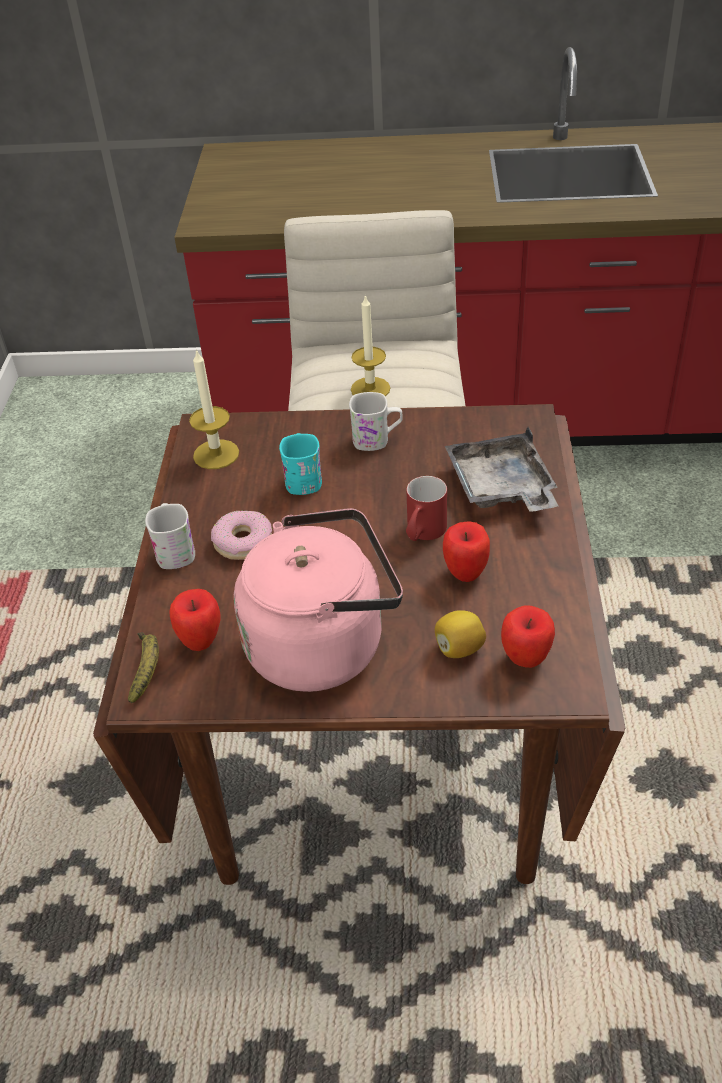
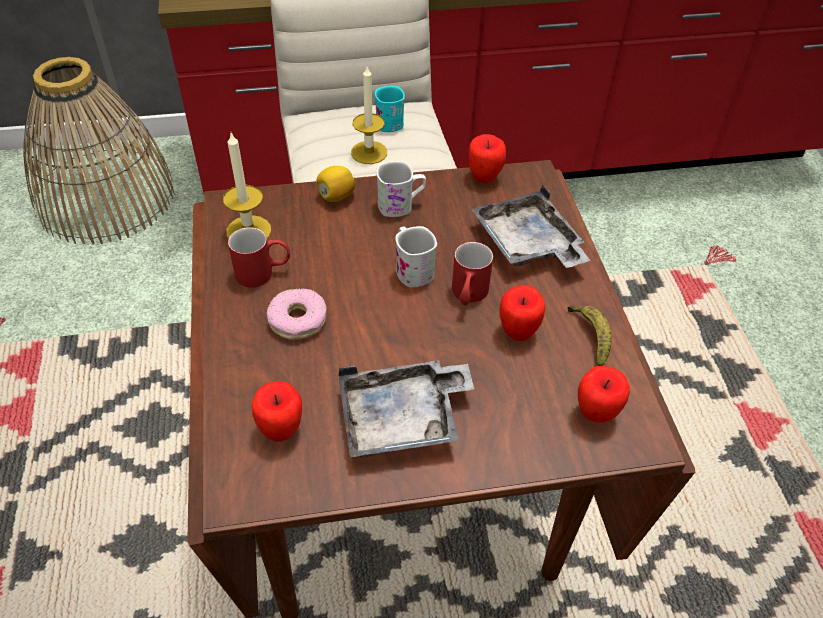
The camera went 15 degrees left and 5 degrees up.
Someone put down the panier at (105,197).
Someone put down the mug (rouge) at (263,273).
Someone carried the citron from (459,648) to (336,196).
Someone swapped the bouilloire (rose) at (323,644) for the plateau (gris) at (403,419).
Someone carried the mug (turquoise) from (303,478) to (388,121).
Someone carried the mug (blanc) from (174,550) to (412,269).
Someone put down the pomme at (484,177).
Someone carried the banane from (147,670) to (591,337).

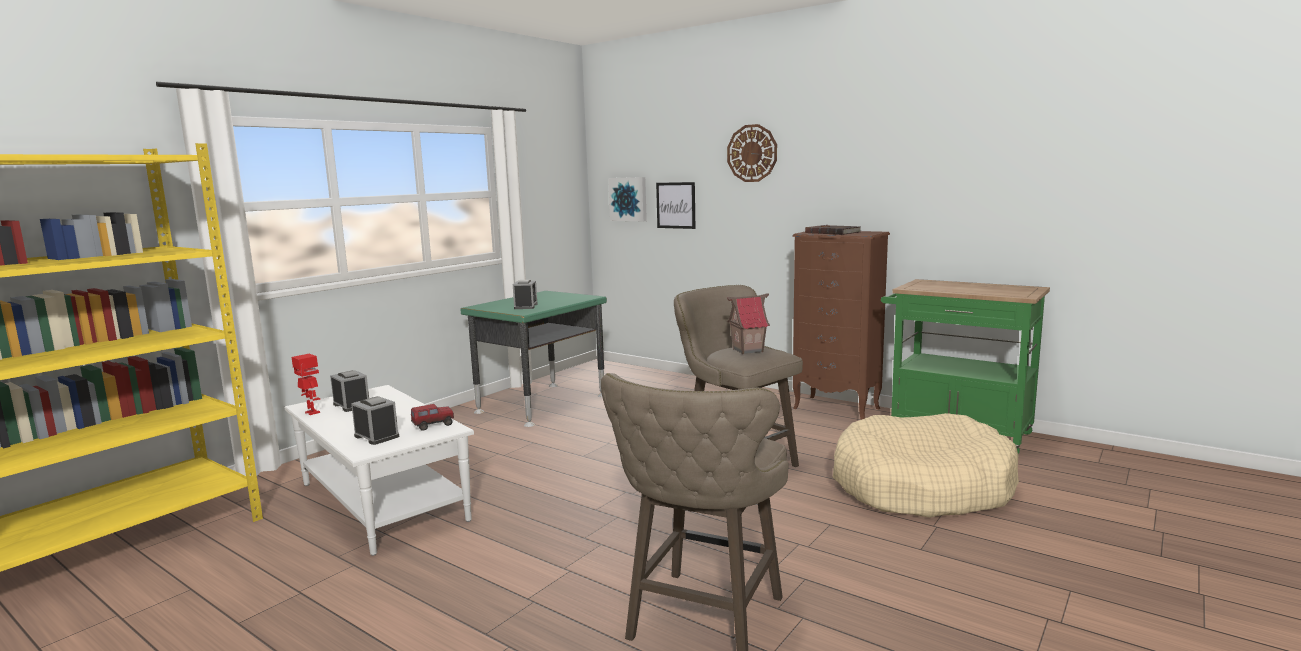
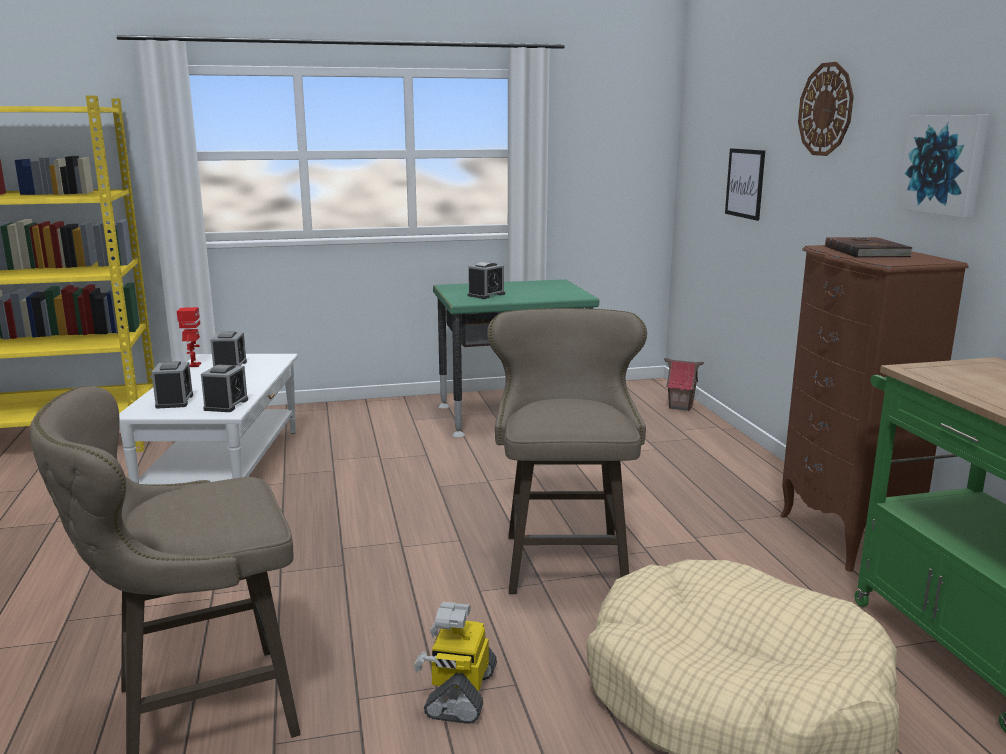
The camera went 40 degrees right and 5 degrees up.
Someone swapped the camion jouet at (433,426) for the réveil at (226,404).
Someone put down the robot jouet at (459,693).
Someone carried the maison miniature from (747,350) to (680,406).
Someone carried the tableau from (628,199) to (945,164).

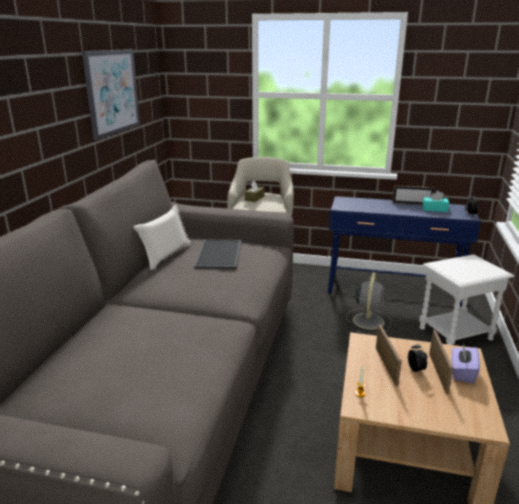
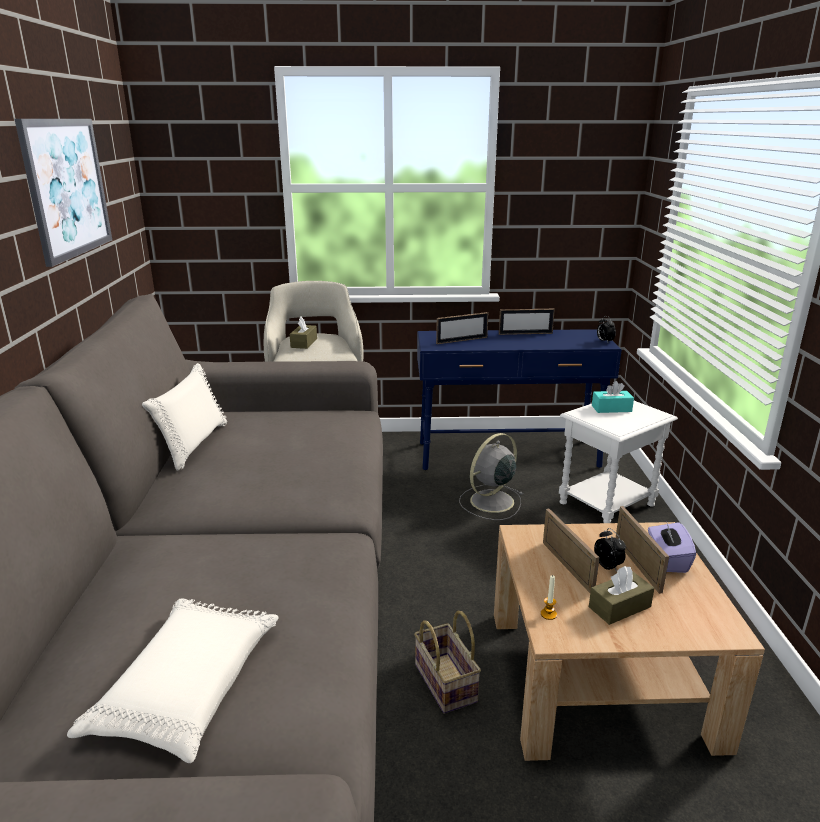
The camera went 15 degrees left and 0 degrees up.
Someone put down the coussin (blanc) at (187,682).
Someone put down the panier at (443,682).
Someone put down the cadre photo at (462,340).
Someone rotated the ventilateur (gris) at (368,320) by 135 degrees counterclockwise.
Someone put down the boîte à mouchoirs (marron) at (619,607).
Someone carried the boîte à mouchoirs (turquoise) from (434,209) to (611,408).
Someone took away the plateau at (220,254).

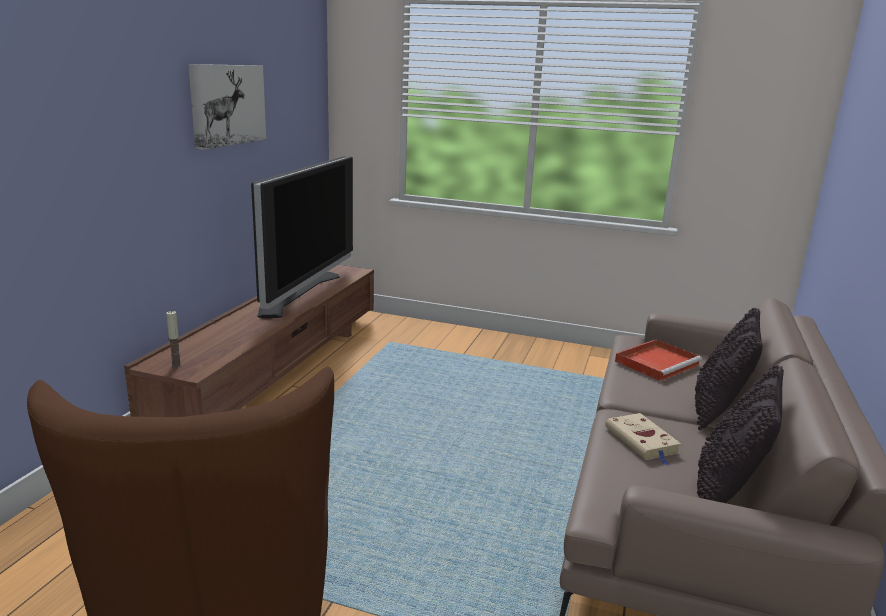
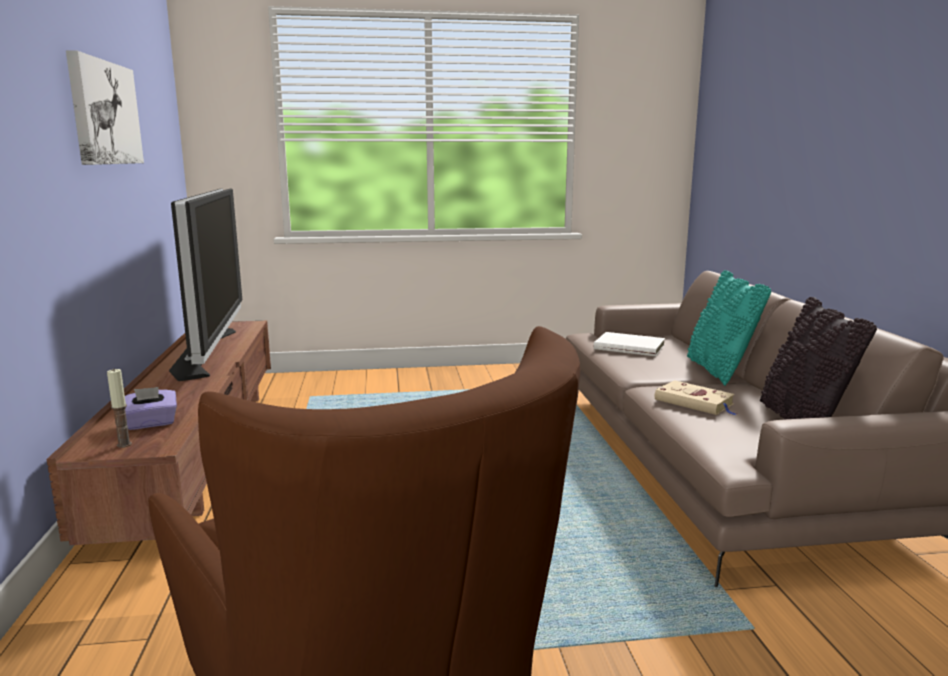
The camera went 25 degrees left and 5 degrees down.
Someone put down the boîte à mouchoirs (violet) at (151,423).
Someone swapped the plateau (rouge) at (657,362) for the livre (blanc) at (629,347).
Someone repainted the coussin (noir) at (718,411), which became the coussin (turquoise) at (719,370).

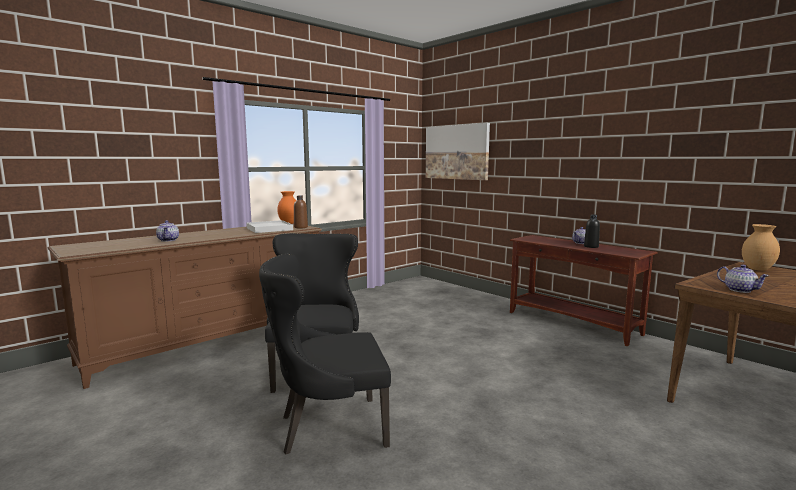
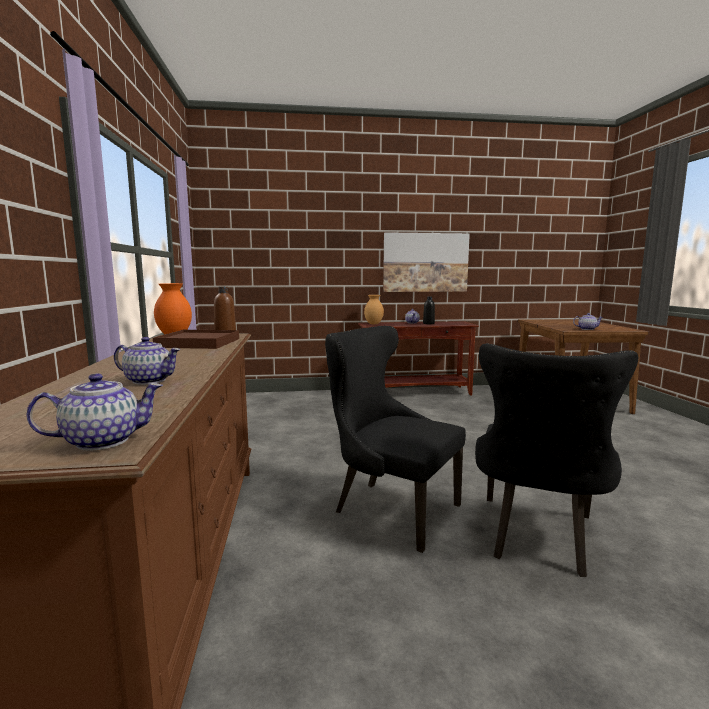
The camera went 55 degrees left and 0 degrees up.
Someone put down the théière at (102,441).
Someone repainted the plateau (blanc) at (269,229), which became the plateau (marron) at (199,343).
Someone carried the vase (marron) from (757,269) to (373,324).
Someone carried the tableau from (456,152) to (425,262).

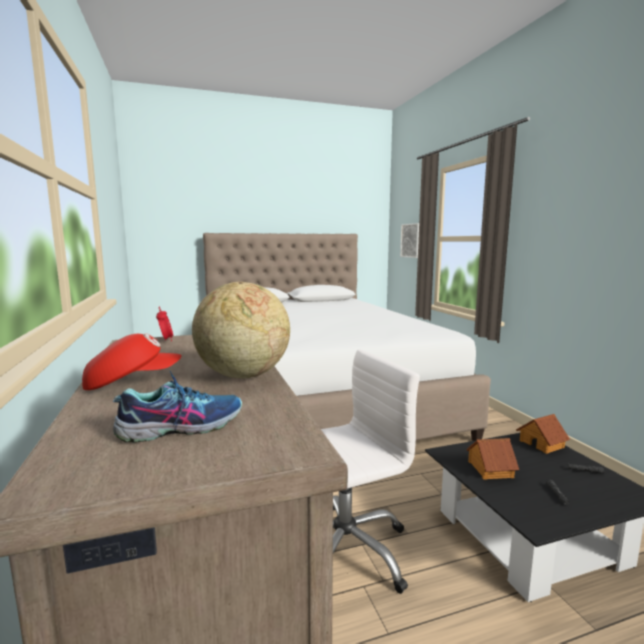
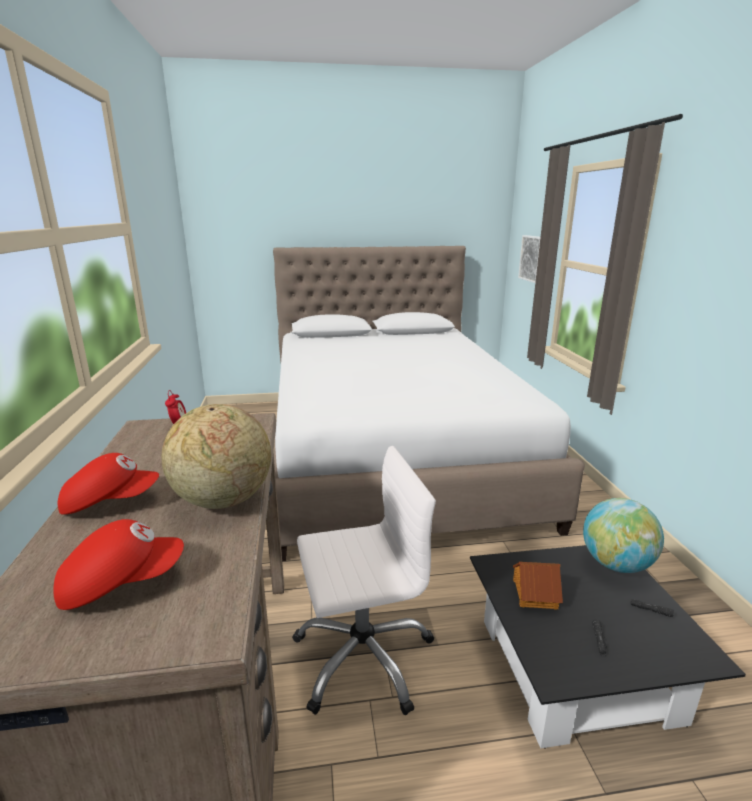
The camera went 10 degrees right and 10 degrees up.
Someone swapped the chaussure at (182,426) for the casquette (rouge) at (121,582).
Someone swapped the maison miniature at (542,444) for the globe at (616,564).

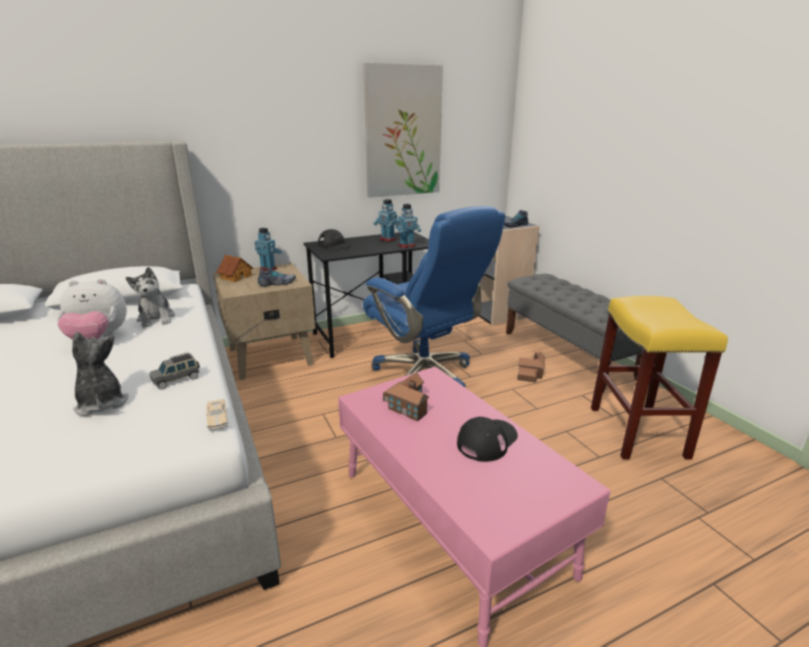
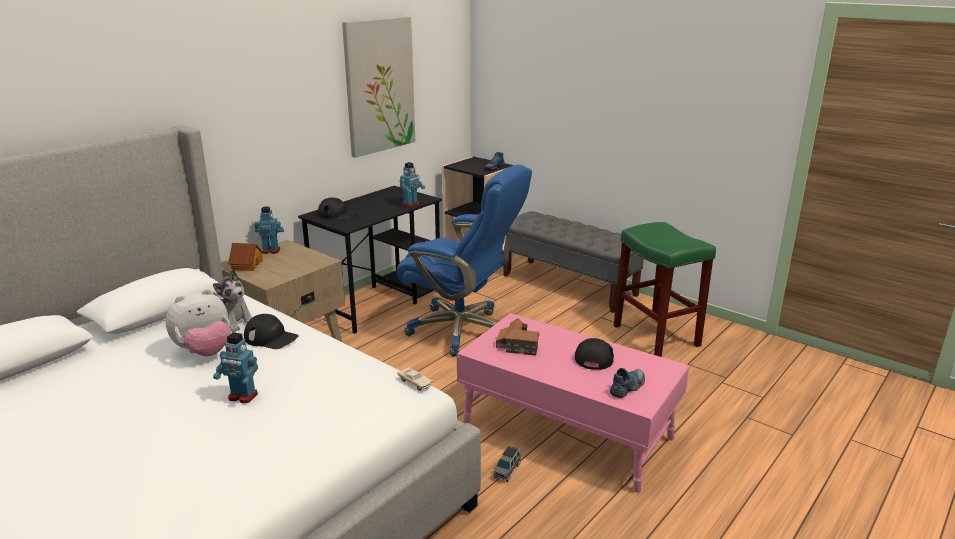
The camera went 25 degrees left and 0 degrees up.
Someone carried the robot jouet from (387,239) to (242,396).
Someone put down the casquette (noir) at (271,338).
Someone carried the petite voiture (gris) from (177,380) to (507,471).
Someone carried the chaussure from (277,283) to (628,387).
Someone repainted the tabouret (jaune) at (638,432), which became the tabouret (vert) at (657,336).
Someone took away the peluche at (101,403).
Someone took away the maison miniature at (530,374).

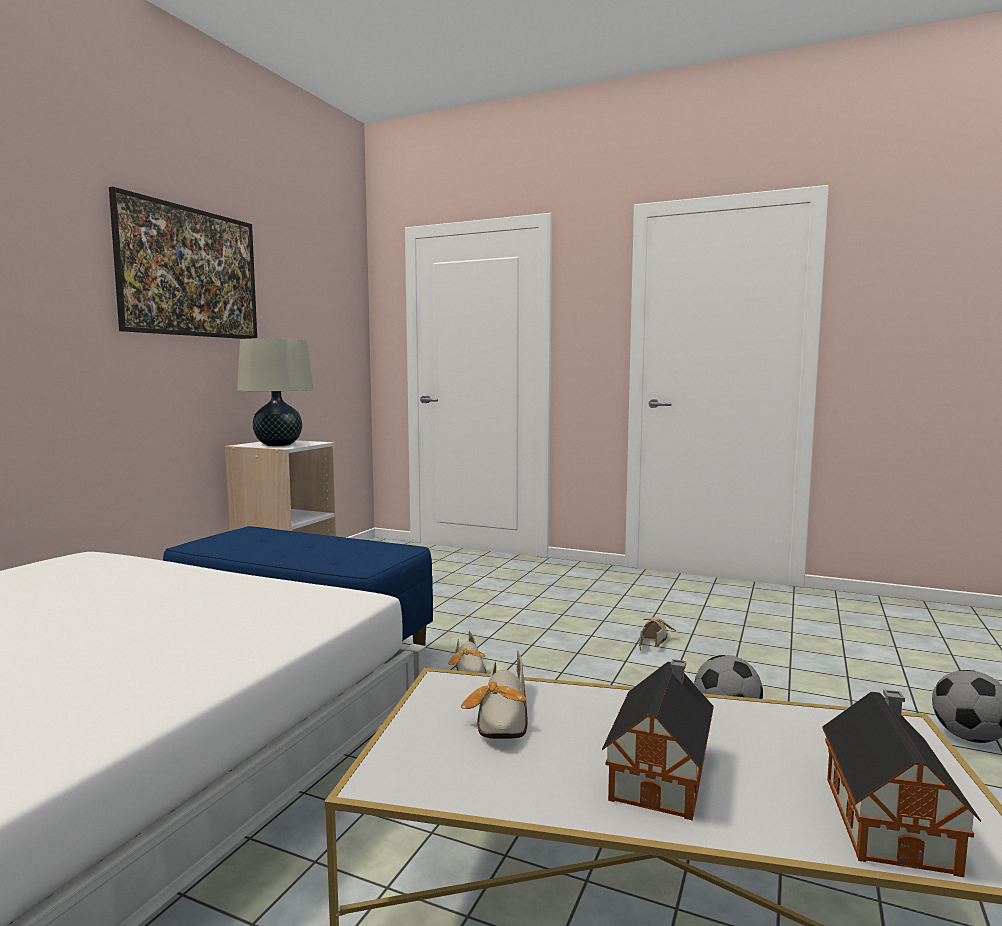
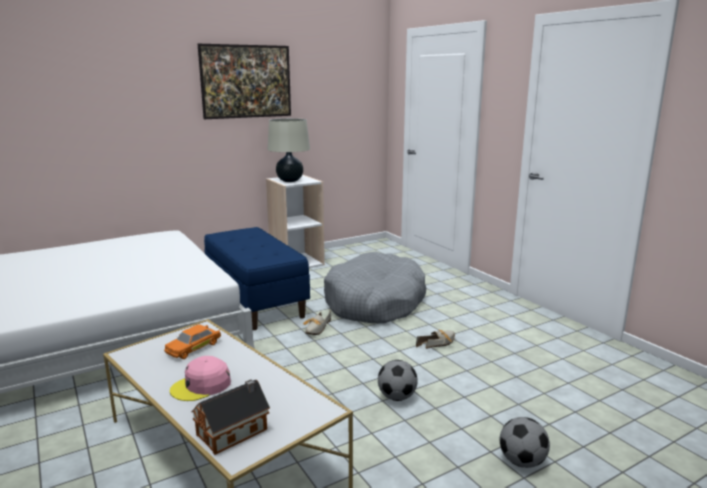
The camera went 35 degrees right and 10 degrees up.
Someone swapped the chaussure at (503,718) for the petite voiture (orange) at (193,348).
Someone swapped the maison miniature at (661,773) for the casquette (rose) at (201,386).
Someone put down the panier pour chien (gris) at (375,302).

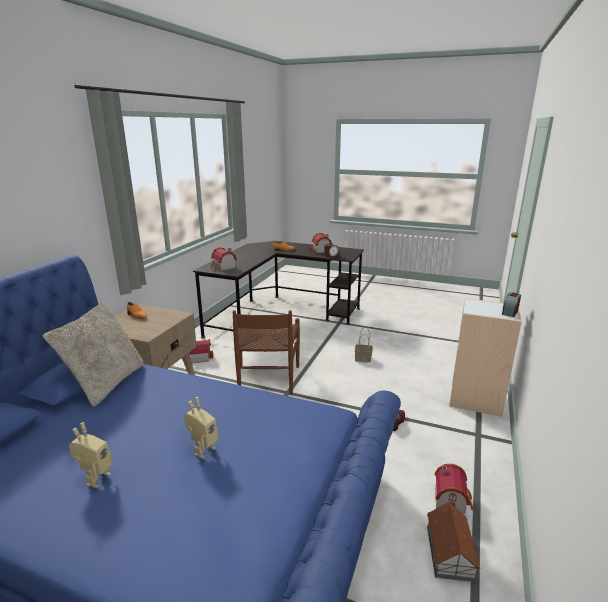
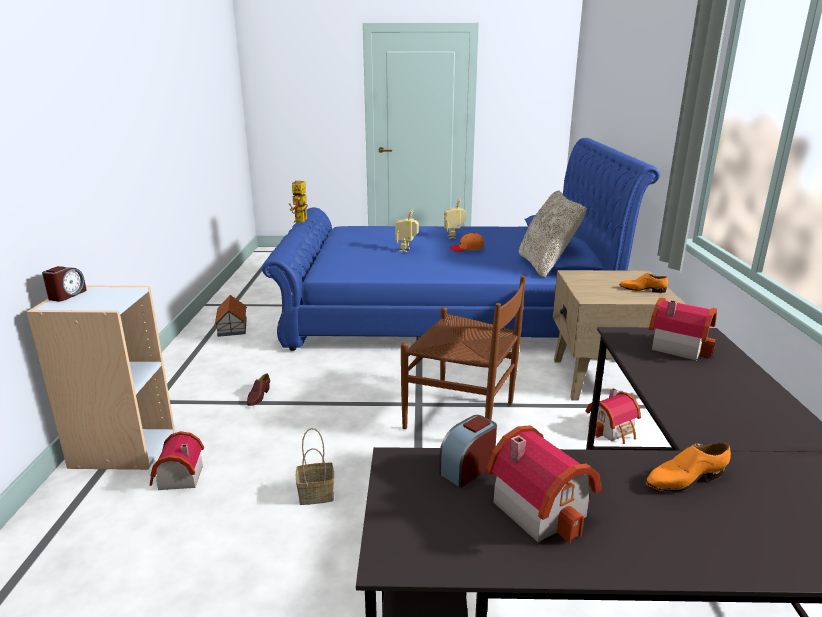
The camera went 160 degrees right and 0 degrees up.
Someone carried the maison miniature from (452,499) to (177,478).
Someone put down the robot jouet at (301,221).
Someone rotated the chaise (marron) at (267,380) by 135 degrees clockwise.
Someone put down the casquette (orange) at (467,248).

